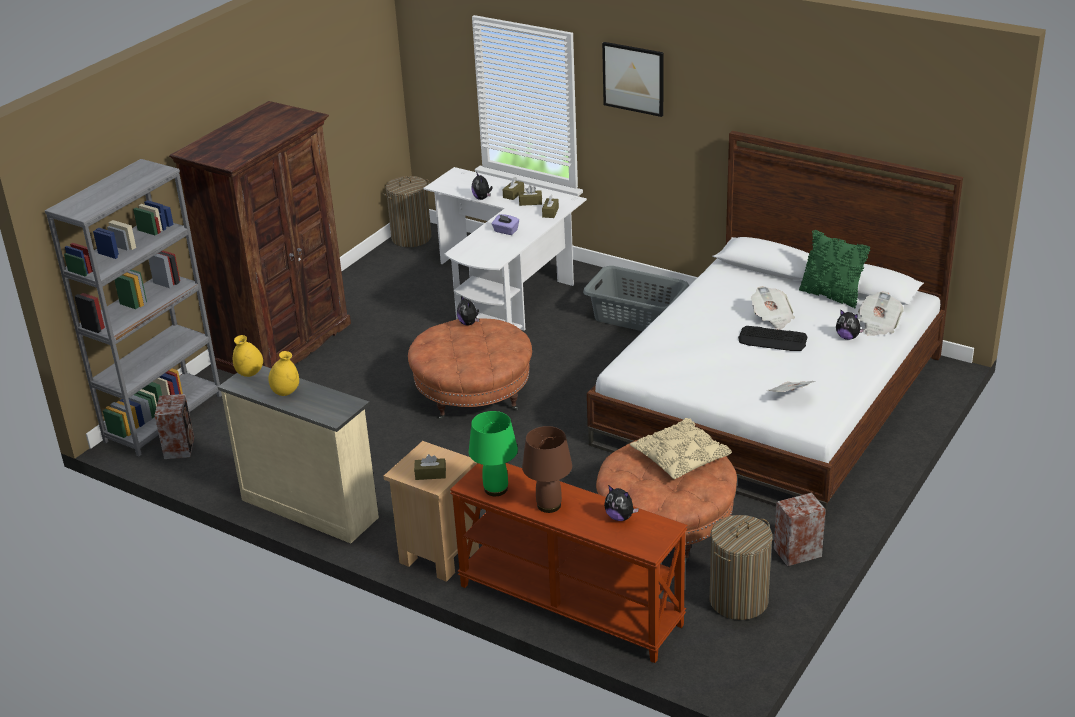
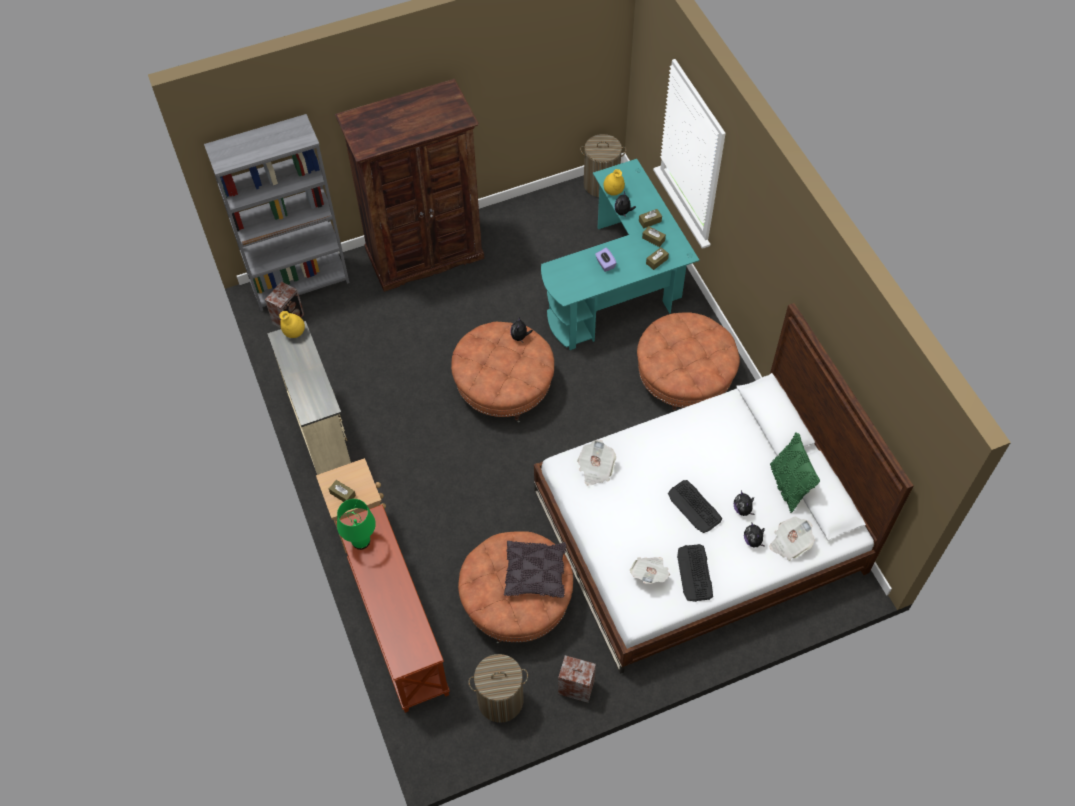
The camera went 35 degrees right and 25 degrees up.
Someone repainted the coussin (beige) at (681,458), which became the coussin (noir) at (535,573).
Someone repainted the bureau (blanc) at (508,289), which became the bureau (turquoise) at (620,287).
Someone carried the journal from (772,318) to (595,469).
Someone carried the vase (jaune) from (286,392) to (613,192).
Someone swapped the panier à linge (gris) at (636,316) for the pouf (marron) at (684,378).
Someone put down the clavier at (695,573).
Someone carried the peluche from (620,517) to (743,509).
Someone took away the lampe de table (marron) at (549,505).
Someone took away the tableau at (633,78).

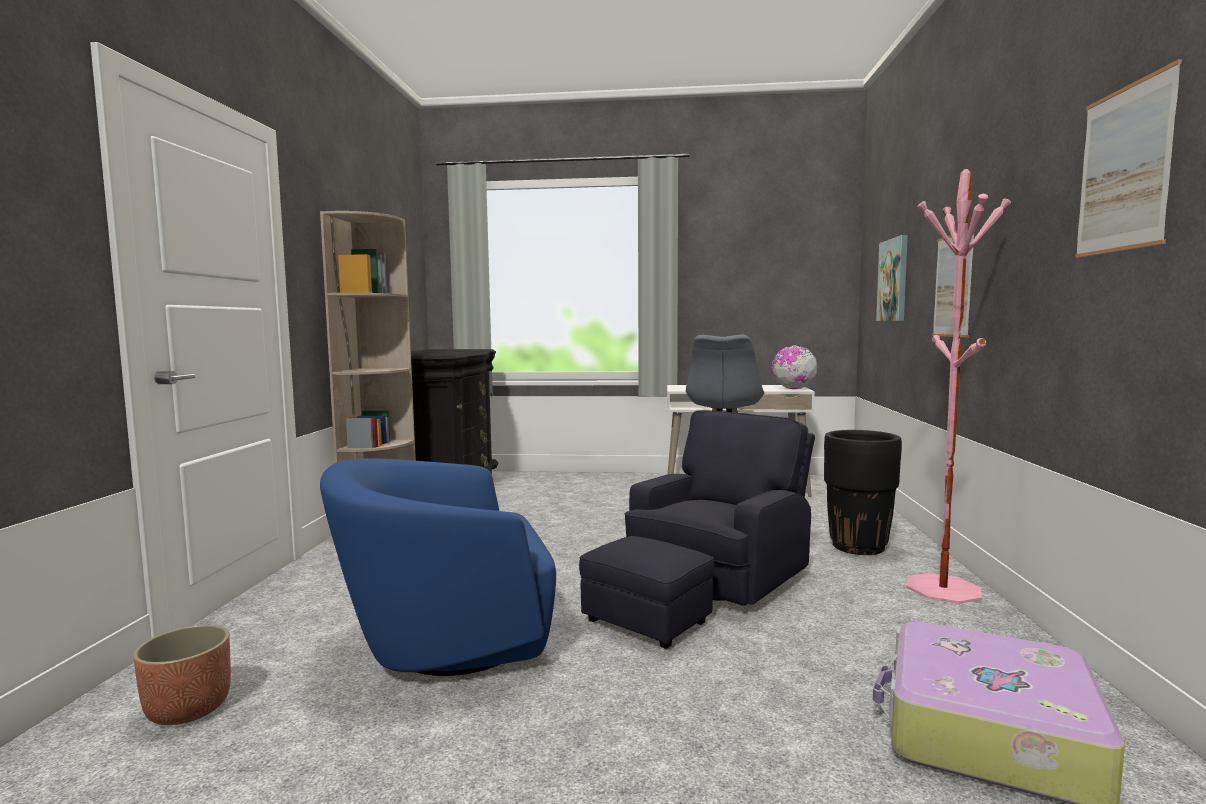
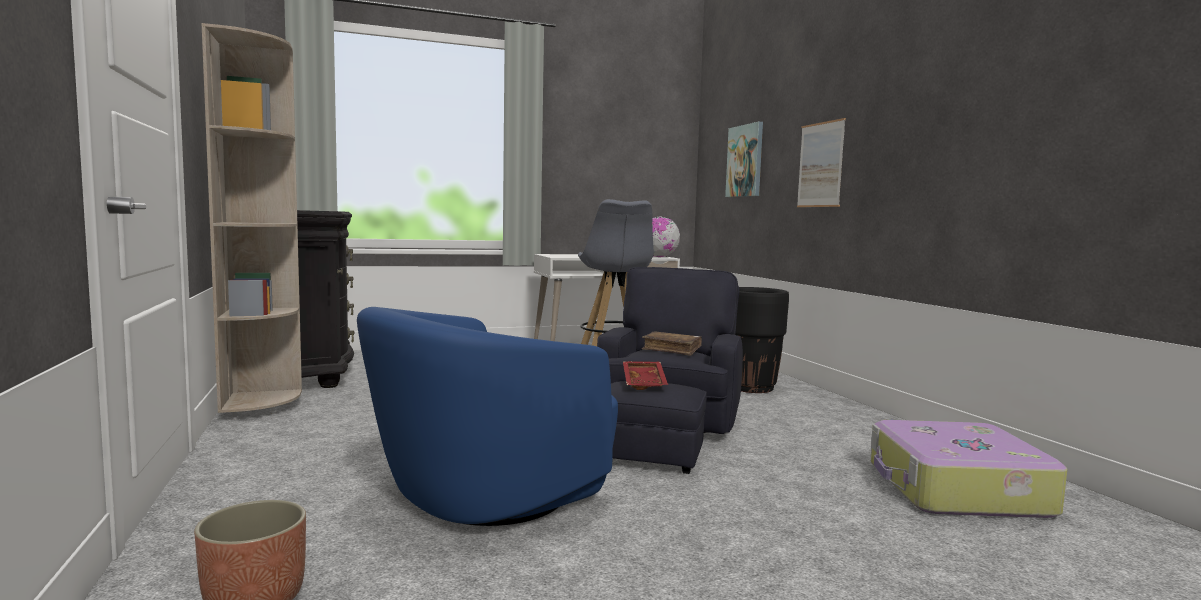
The camera went 25 degrees left and 0 degrees up.
Someone put down the plateau (rouge) at (645,382).
Someone put down the livre (marron) at (672,350).
Someone took away the portant (rose) at (943,588).
Someone took away the tableau at (1124,169).

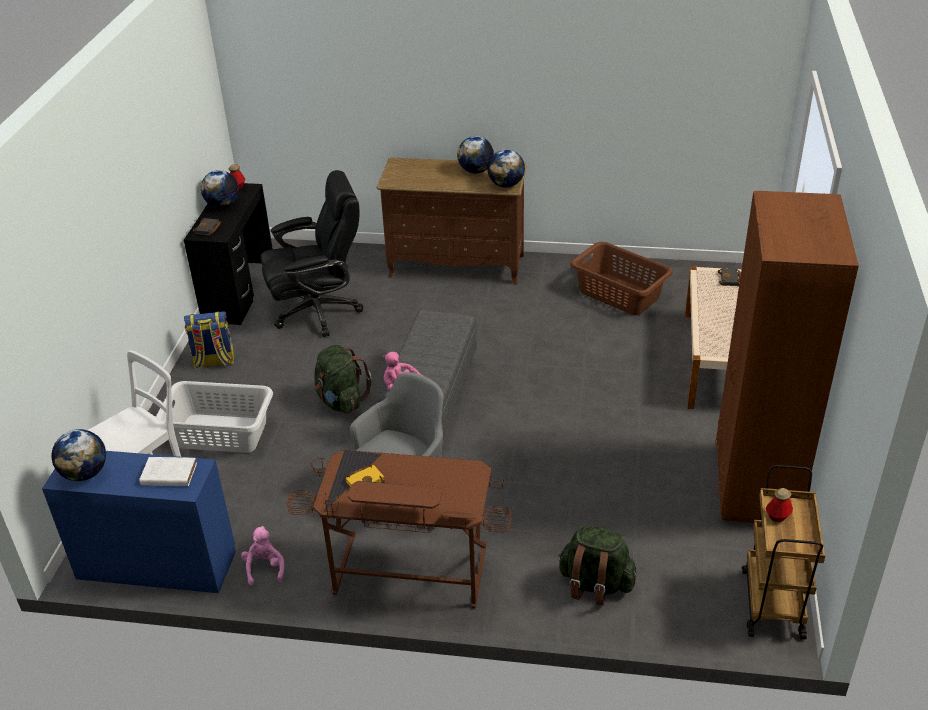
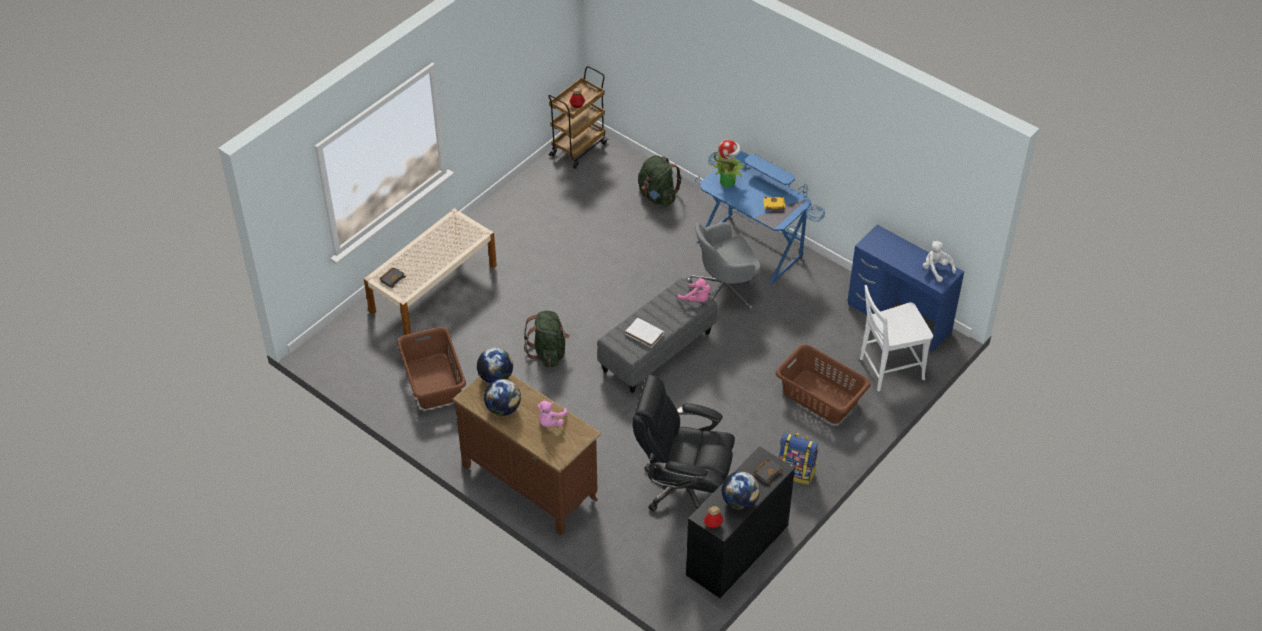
The camera went 150 degrees left and 10 degrees up.
Someone carried the sac à dos (vert) from (341,401) to (548,352).
Someone carried the peluche (rose) from (264,568) to (550,422).
Someone carried the livre (blanc) from (167,474) to (645,334).
Someone repainted the bureau (marron) at (410,572), which became the bureau (bleu) at (752,246).
Someone put down the plante en pot at (728,182).
Someone repainted the panier à linge (blanc) at (220,433), which became the panier à linge (marron) at (820,397).
Someone swapped the globe at (85,474) for the peluche (blanc) at (936,269).
Someone took away the armoire (marron) at (754,485).

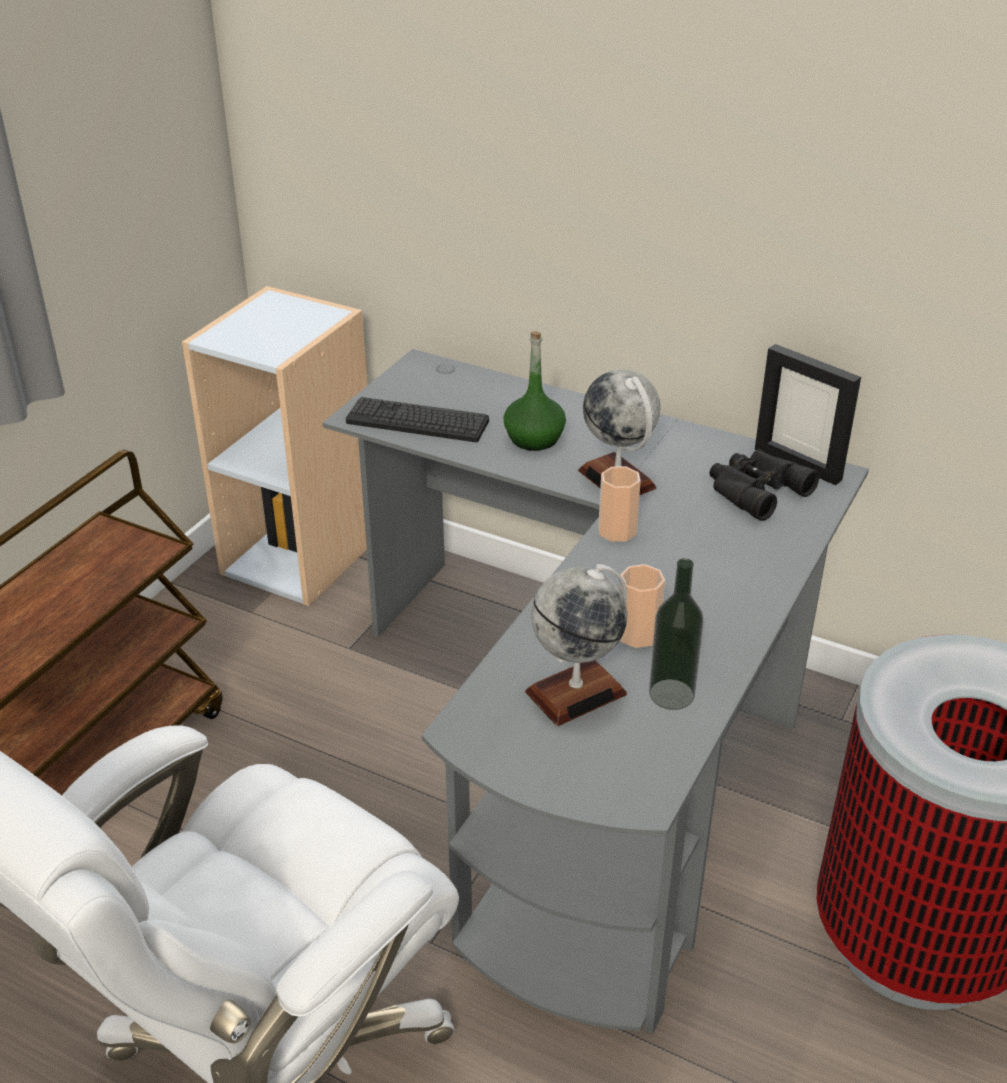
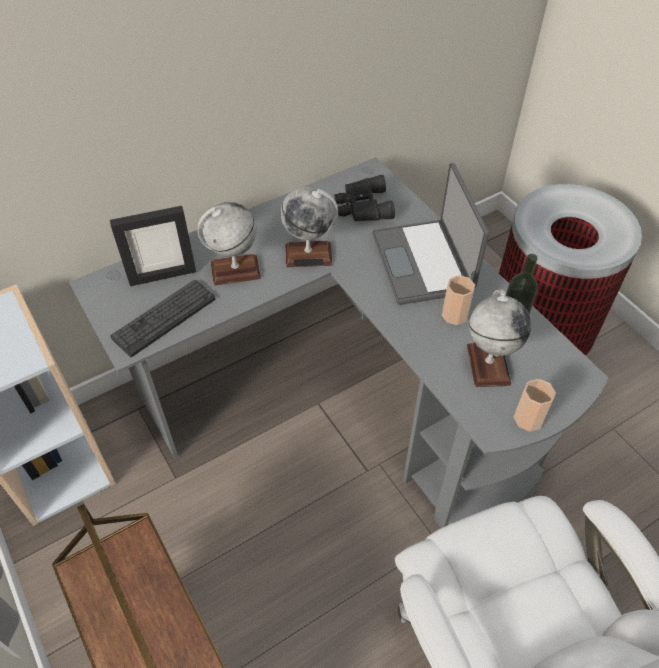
The camera went 60 degrees left and 15 degrees up.
Someone carried the cadre photo from (798,463) to (162,275).
Someone swapped the bouteille (vert) at (534,438) for the globe at (235,270).
Someone put down the ordinateur portable at (424,262).
Someone carried the tasse from (617,531) to (528,419).

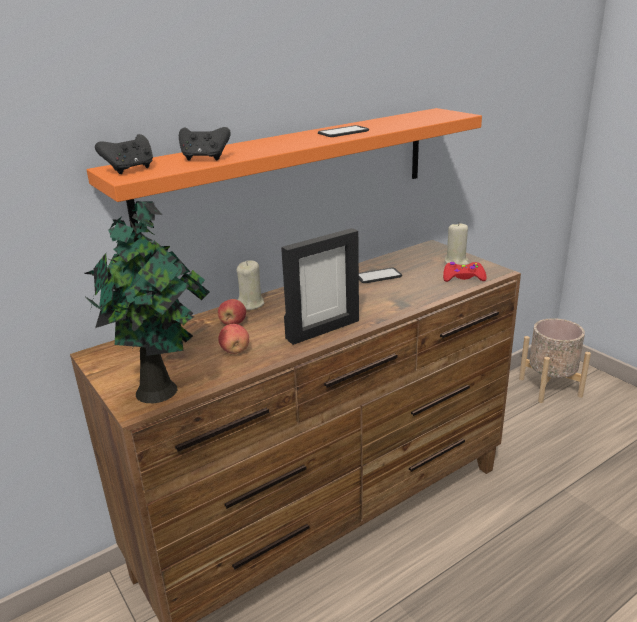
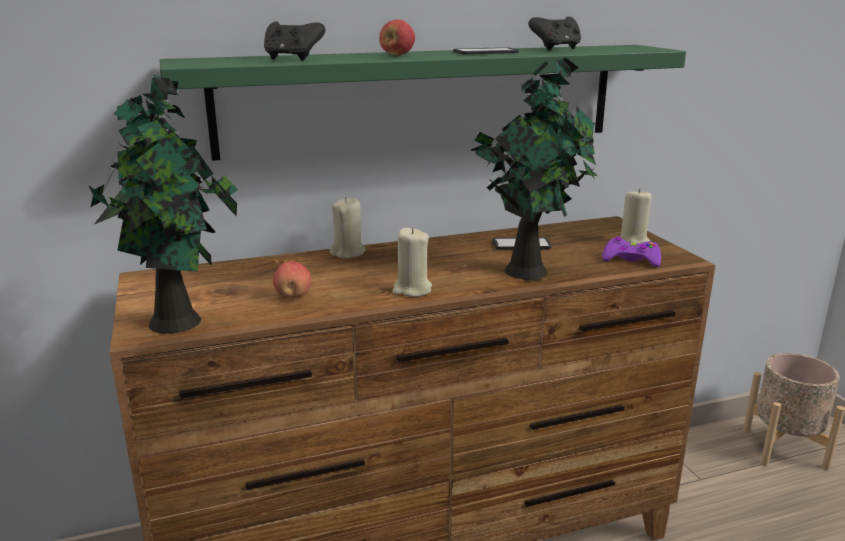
The camera went 15 degrees right and 5 degrees down.
Someone repainted the étagère (orange) at (291,171), which became the étagère (vert) at (423,99).
Someone carried the pomme from (233,323) to (397,55).
Someone swapped the cadre photo at (323,330) for the bougie (beige) at (412,290).
Someone put down the plante en pot at (528,270).
Someone carried the manette (noir) from (130,170) to (556,49).
Someone repainted the manette (rouge) at (463,277), which became the manette (violet) at (631,259).

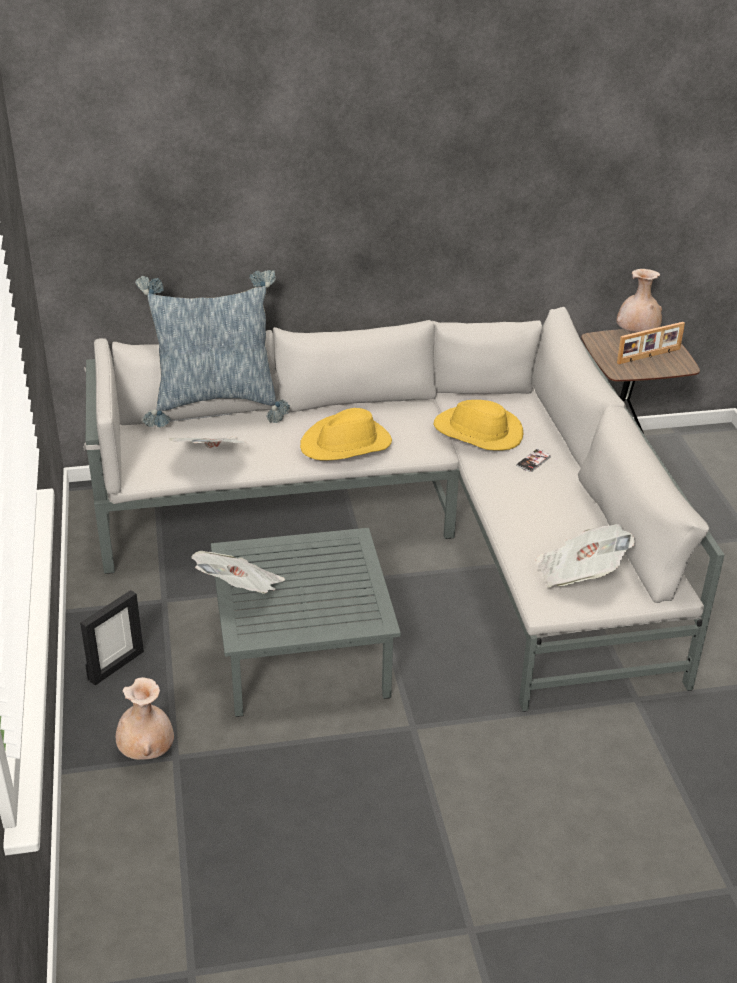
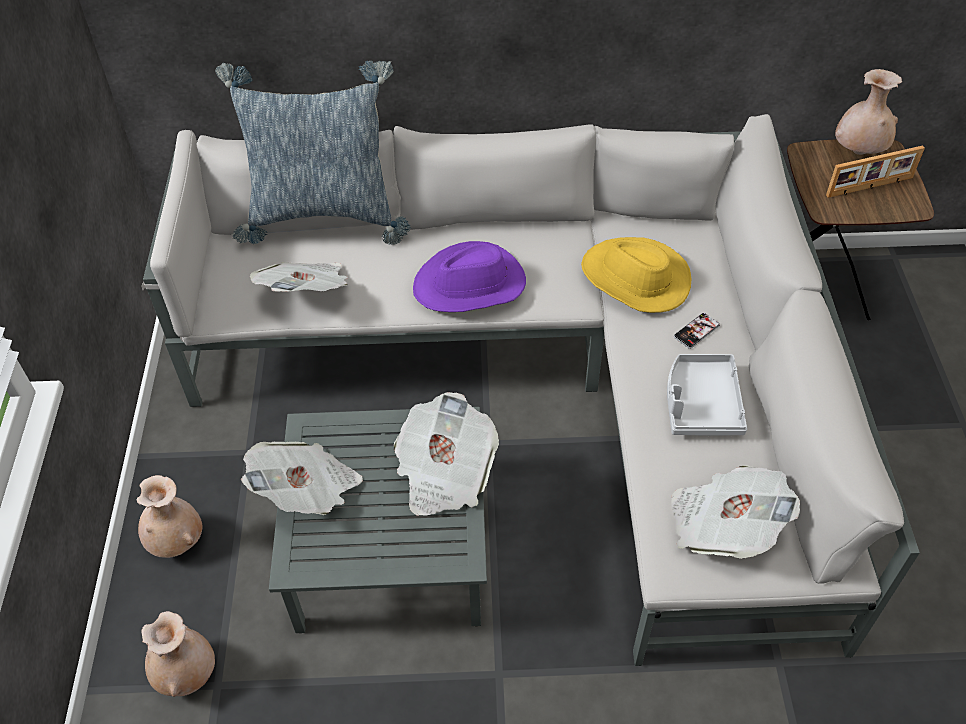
The camera went 10 degrees right and 15 degrees up.
Someone swapped the cadre photo at (116,665) for the vase (beige) at (177,541).
Someone put down the journal at (444,473).
Someone repainted the chapeau (jaune) at (346,444), which became the chapeau (violet) at (470,285).
Someone put down the plateau (gris) at (701,404).

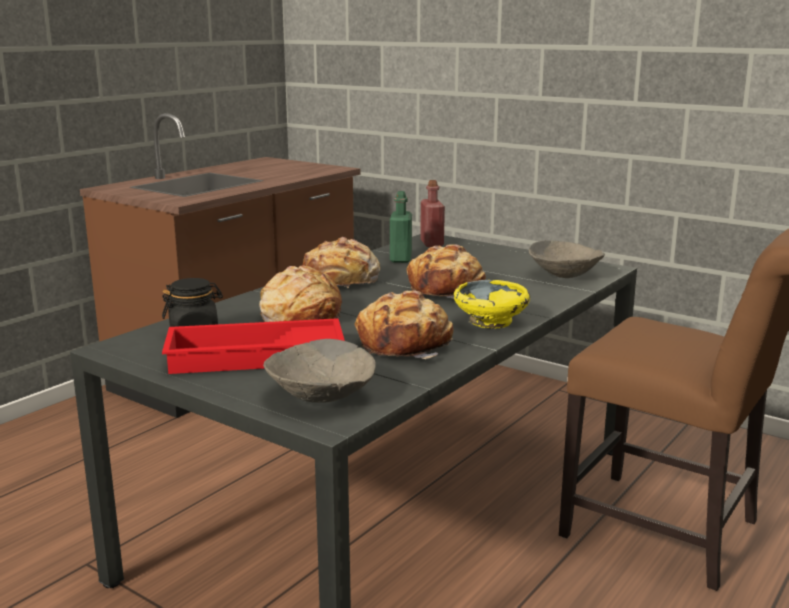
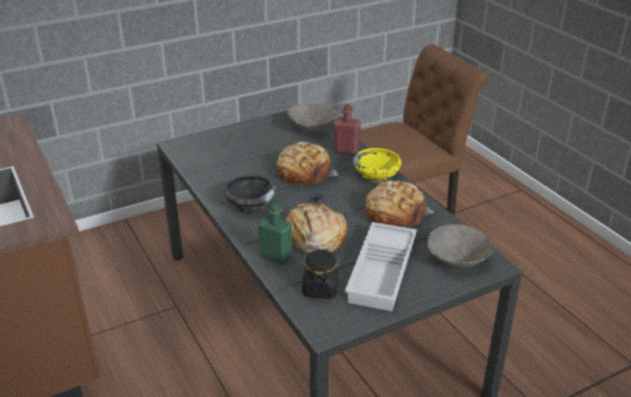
The camera went 65 degrees left and 15 degrees up.
Someone swapped the pain at (341,281) for the bol (noir) at (250,205).
Someone carried the bouteille (vert) from (400,259) to (276,257).
Someone carried the bouteille (rouge) from (432,243) to (346,151).
Someone repainted the plateau (rouge) at (254,357), which became the plateau (blanc) at (383,272).

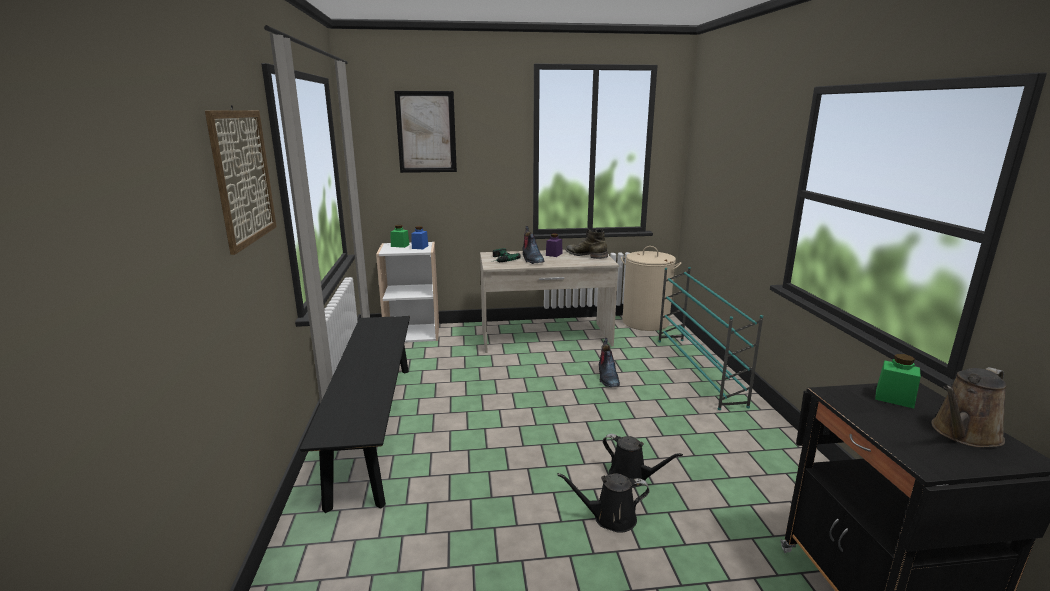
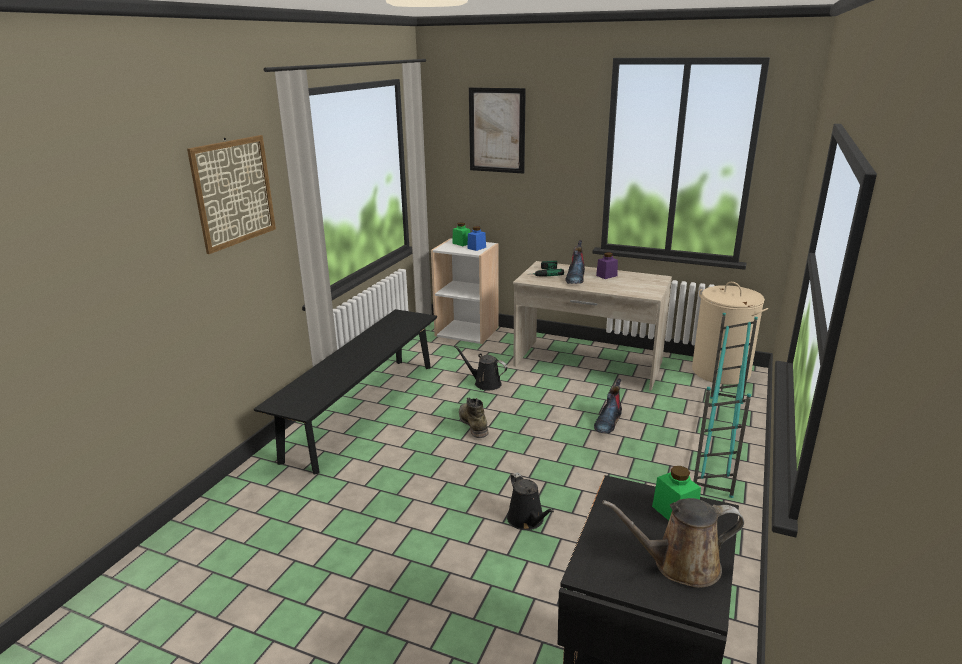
The camera went 30 degrees right and 5 degrees up.
Someone carried the arrosoir (noir) from (610,518) to (485,383).
Someone carried the botte (vert) from (586,255) to (473,424).

